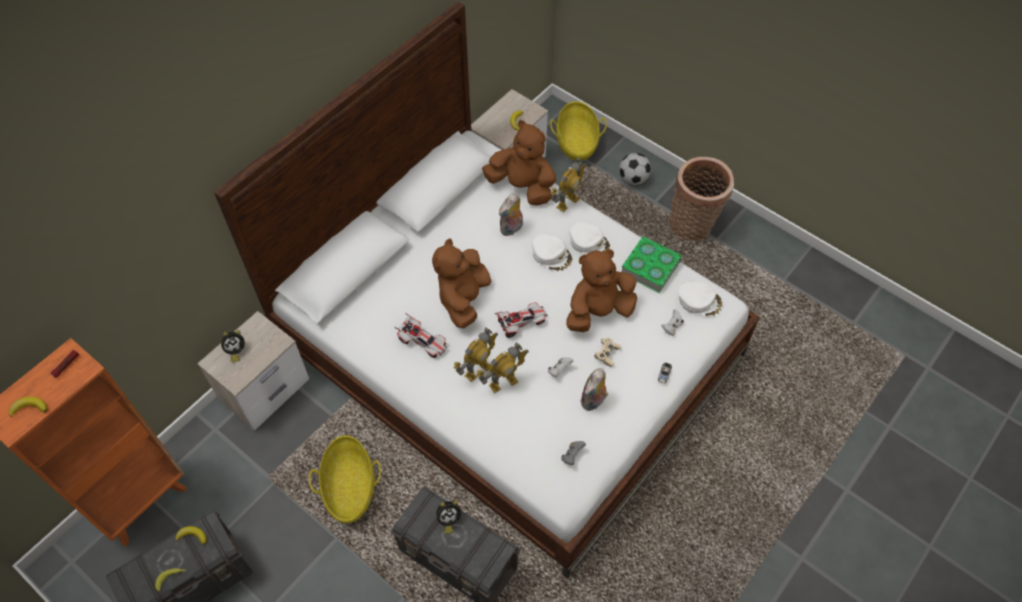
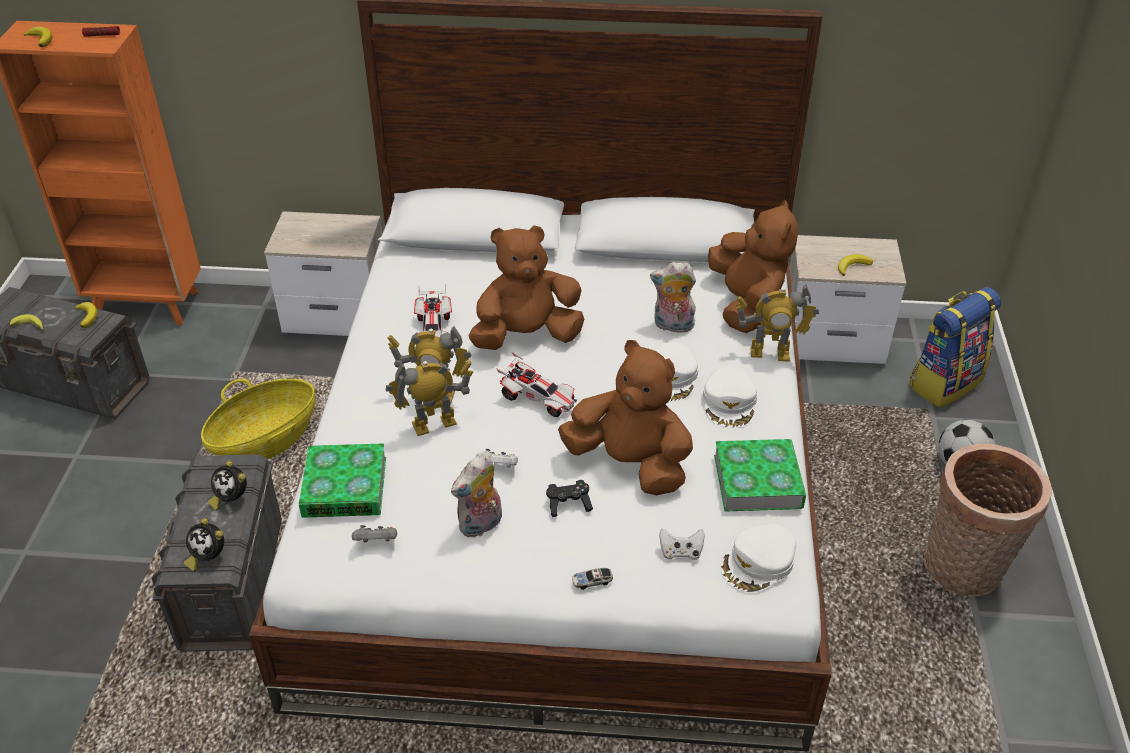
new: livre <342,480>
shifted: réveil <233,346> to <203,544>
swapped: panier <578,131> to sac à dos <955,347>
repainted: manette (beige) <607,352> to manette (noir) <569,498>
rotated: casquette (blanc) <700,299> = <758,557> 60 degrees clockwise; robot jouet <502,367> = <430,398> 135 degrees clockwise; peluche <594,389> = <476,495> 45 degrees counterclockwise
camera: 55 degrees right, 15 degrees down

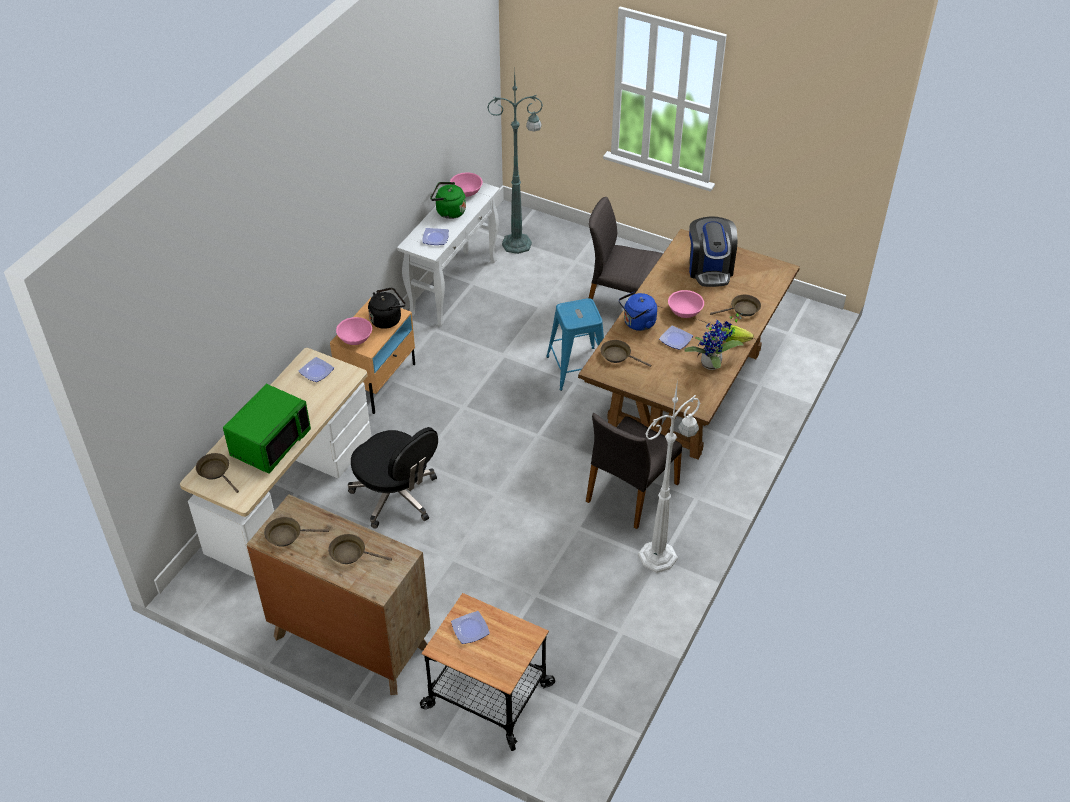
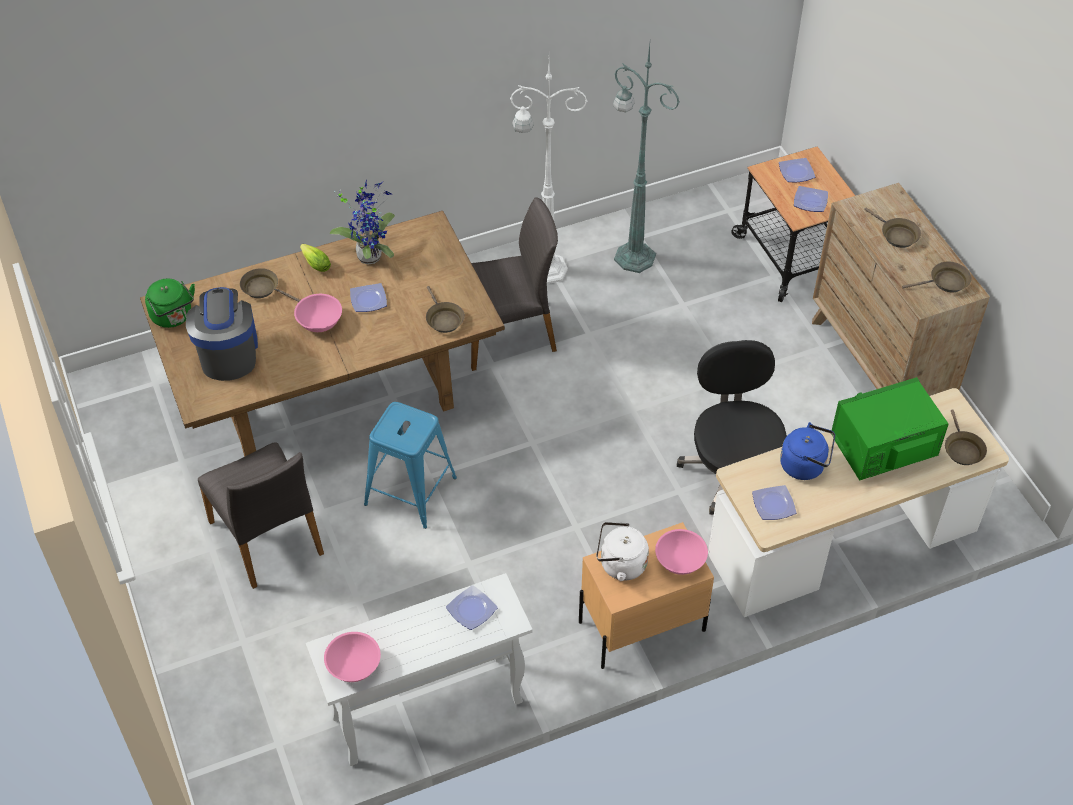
new: assiette <797,170>
shifted: lampadaire (vert) <515,162> to <646,158>; bouilloire (vert) <448,200> to <170,303>; bouilloire (bleu) <638,311> to <807,451>
repainted: bouilloire (noir) <387,308> to bouilloire (blanc) <622,551>
rotated: machine à café <713,251> = <222,334> 45 degrees counterclockwise; poêle (marron) <296,532> = <937,276> 45 degrees counterclockwise
camera: 140 degrees left, 5 degrees up

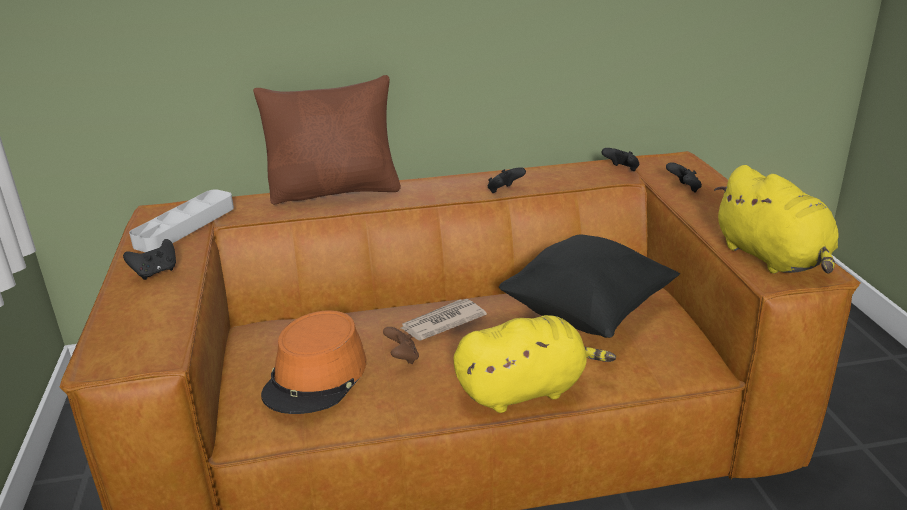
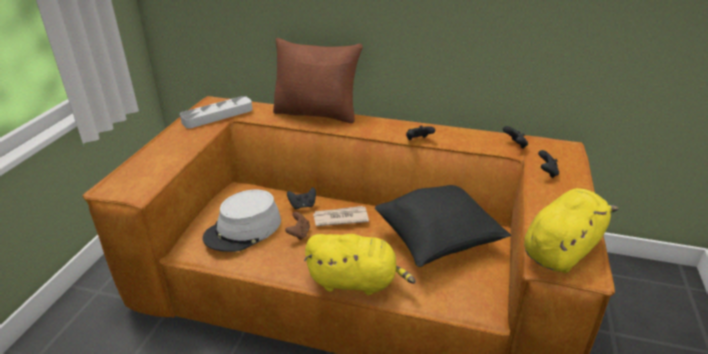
shifted: manette (noir) <149,259> to <301,198>
repainted: chapeau (orange) <313,362> to chapeau (gris) <242,221>
rotated: peluche (jaune) <776,219> = <571,230> 135 degrees counterclockwise
camera: 25 degrees right, 5 degrees up

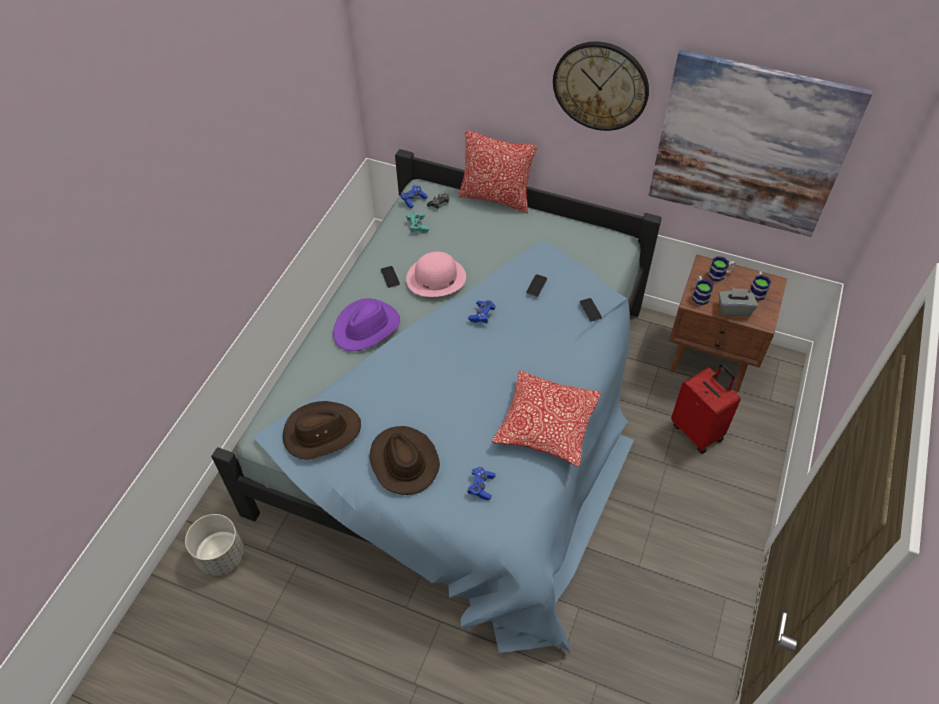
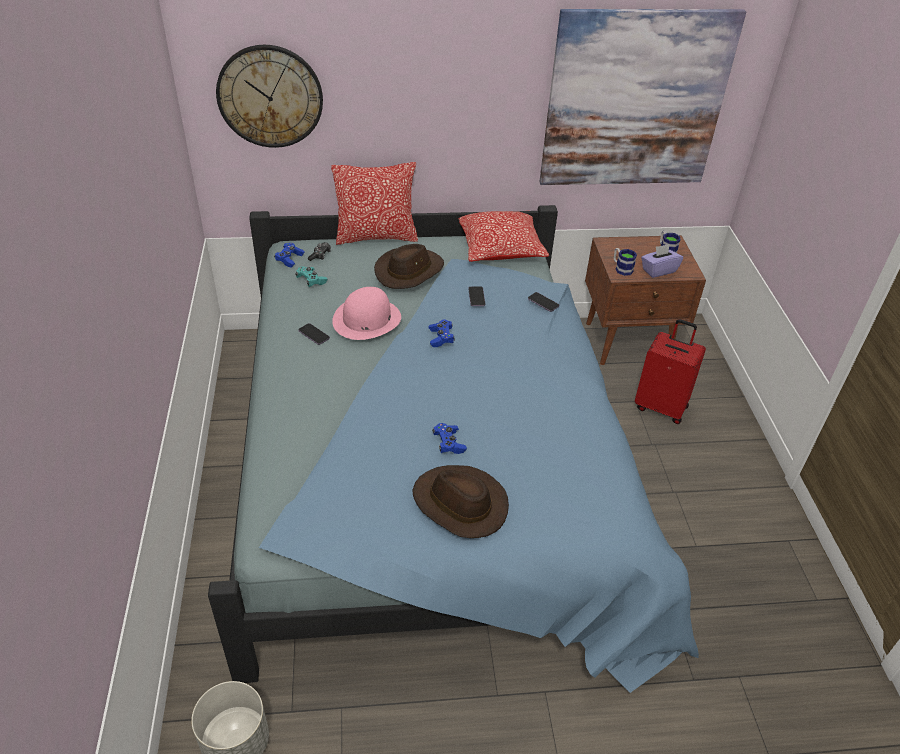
gone: mug <721,269>; chapeau (violet) <366,324>
shifted: horloge murale <601,86> to <269,96>; coussin <546,418> to <503,236>; chapeau (marron) <322,430> to <409,266>; manette (bleu) <481,483> to <449,438>
repainted: boîte à mouchoirs (gris) <738,302> to boîte à mouchoirs (violet) <662,261>
camera: 30 degrees left, 10 degrees down

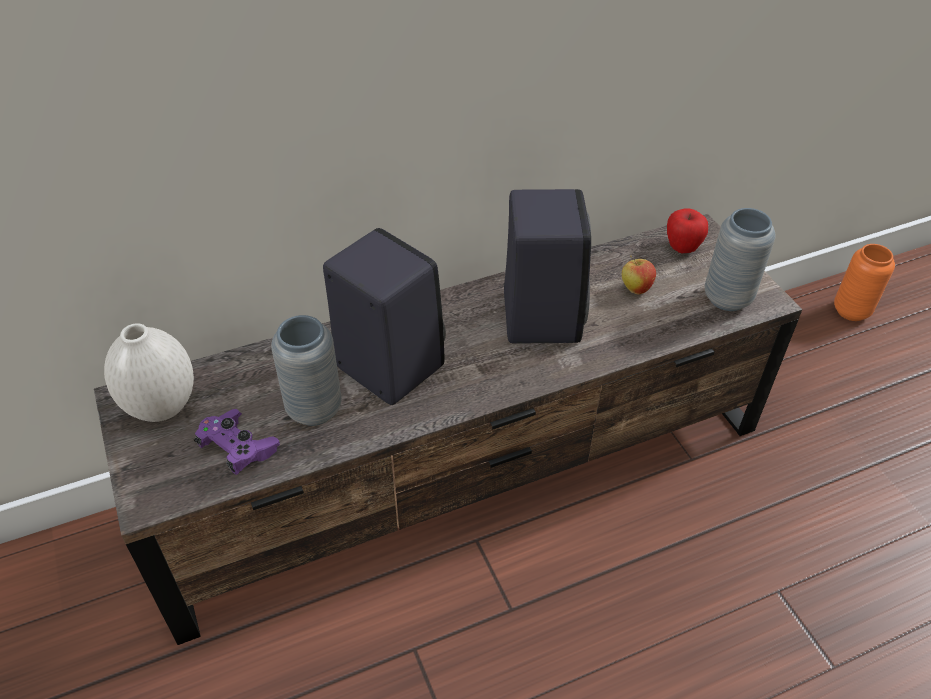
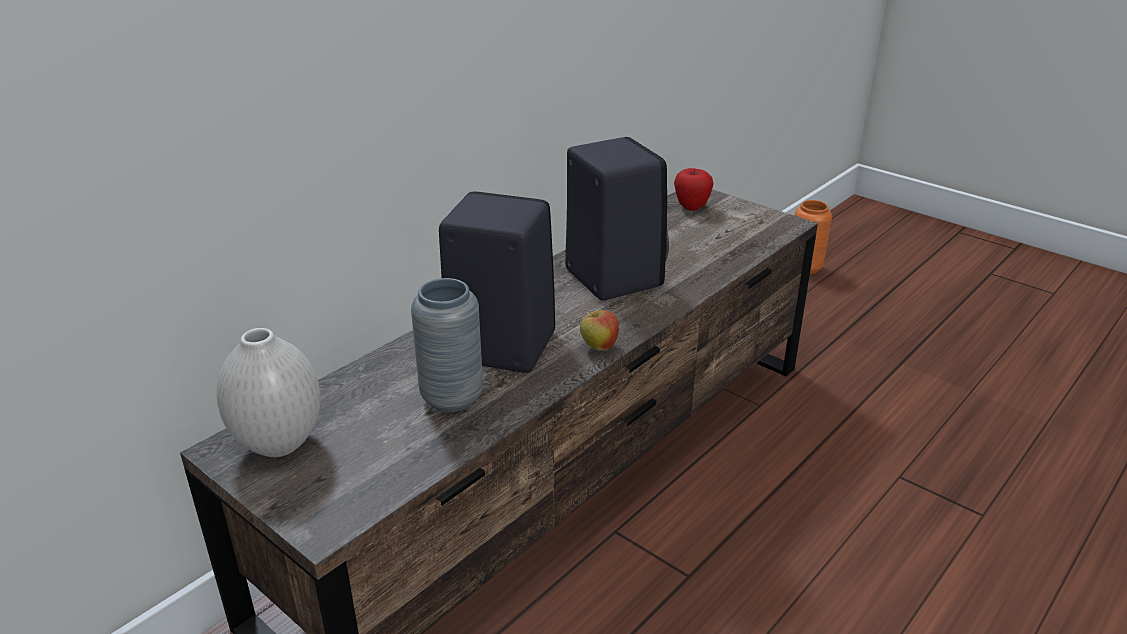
gone: vase (gris) <740,259>; manette (violet) <237,442>
shifted: pomme <639,275> to <599,330>
camera: 25 degrees left, 15 degrees down

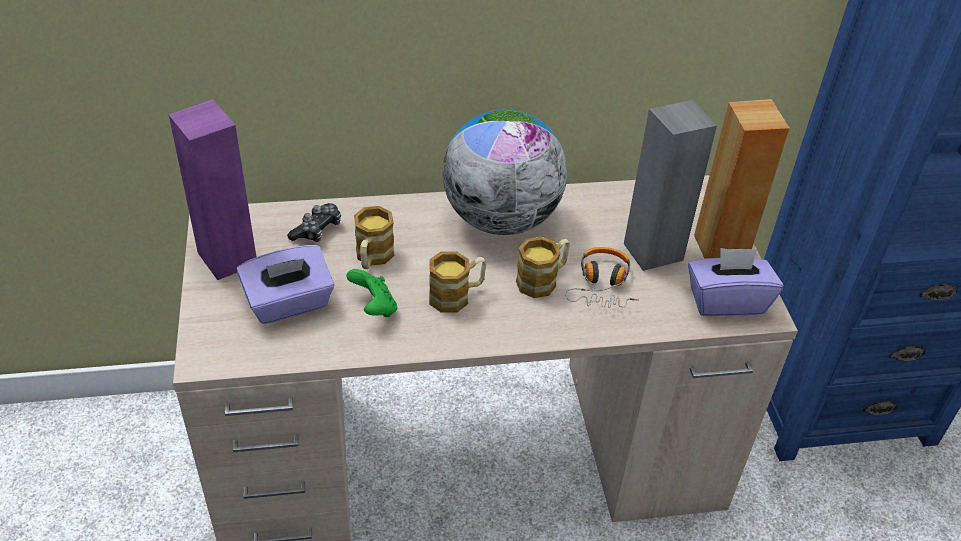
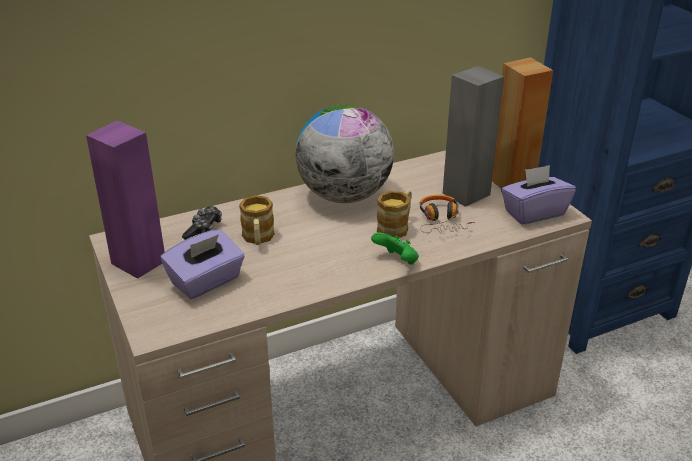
gone: mug <458,282>
shifted: manette (vert) <371,293> to <395,248>
camera: 15 degrees left, 10 degrees down

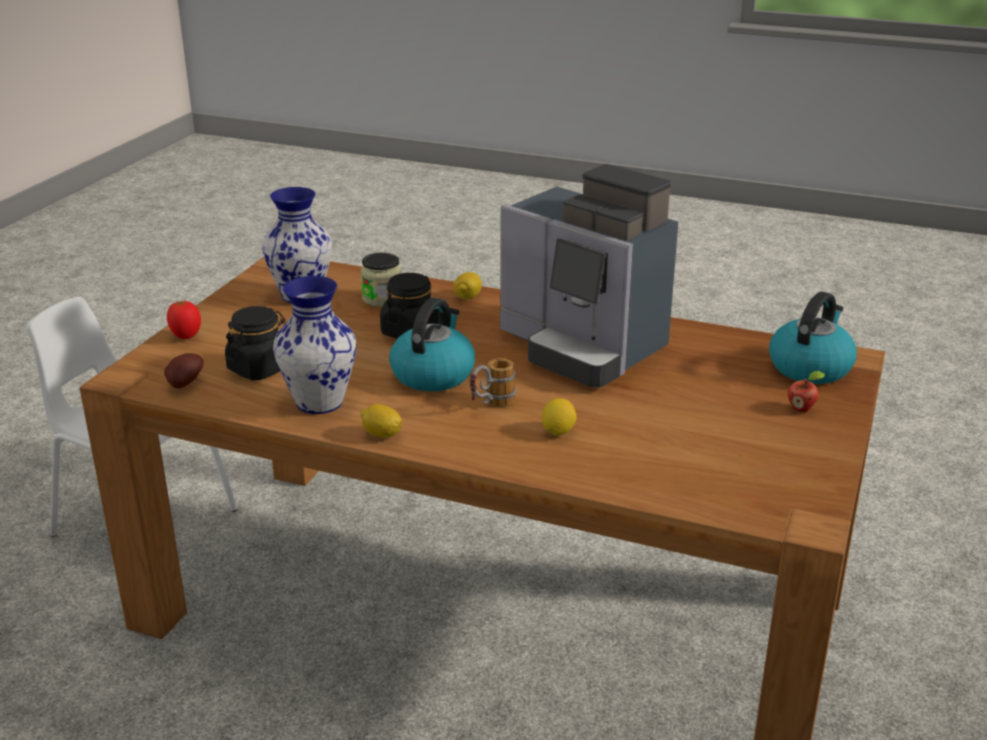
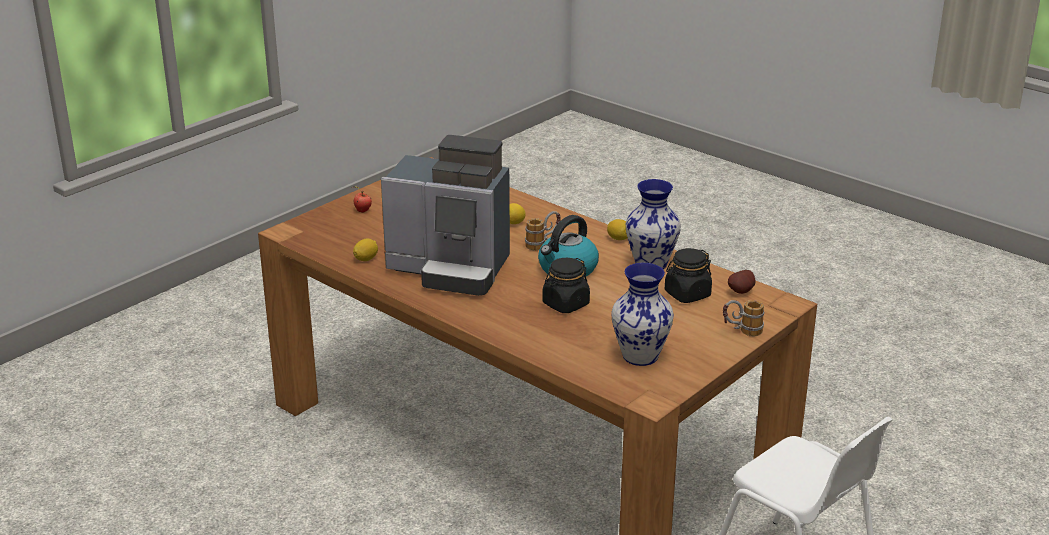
gone: bocal <381,280>; bouilloire <813,338>
shifted: citron <467,286> to <365,249>
swapped: tomate <184,320> to mug <743,318>
rotated: machine à café <589,276> = <445,215> 135 degrees clockwise
camera: 160 degrees left, 0 degrees up

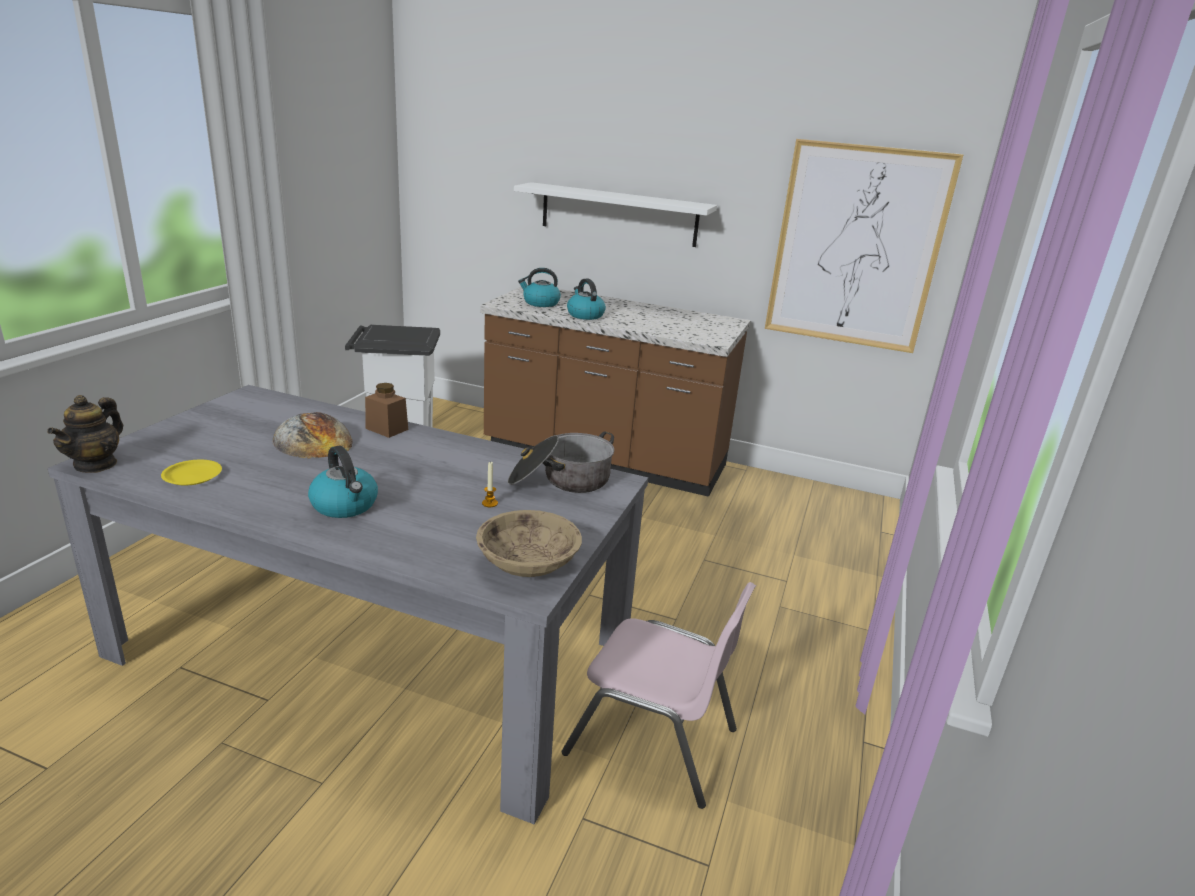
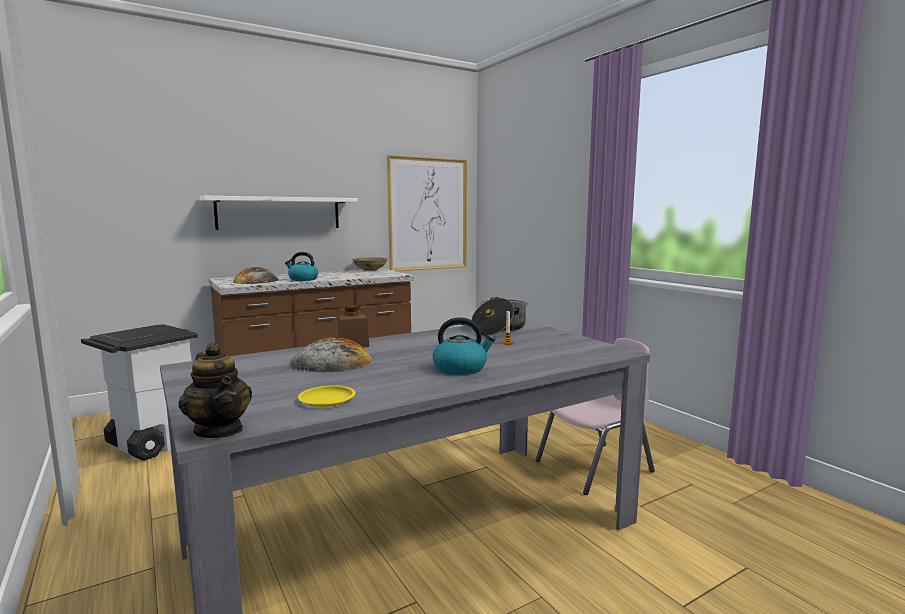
shifted: bol (beige) <529,543> to <370,264>
swapped: bouilloire <539,287> to pain <256,275>
camera: 50 degrees left, 15 degrees down

